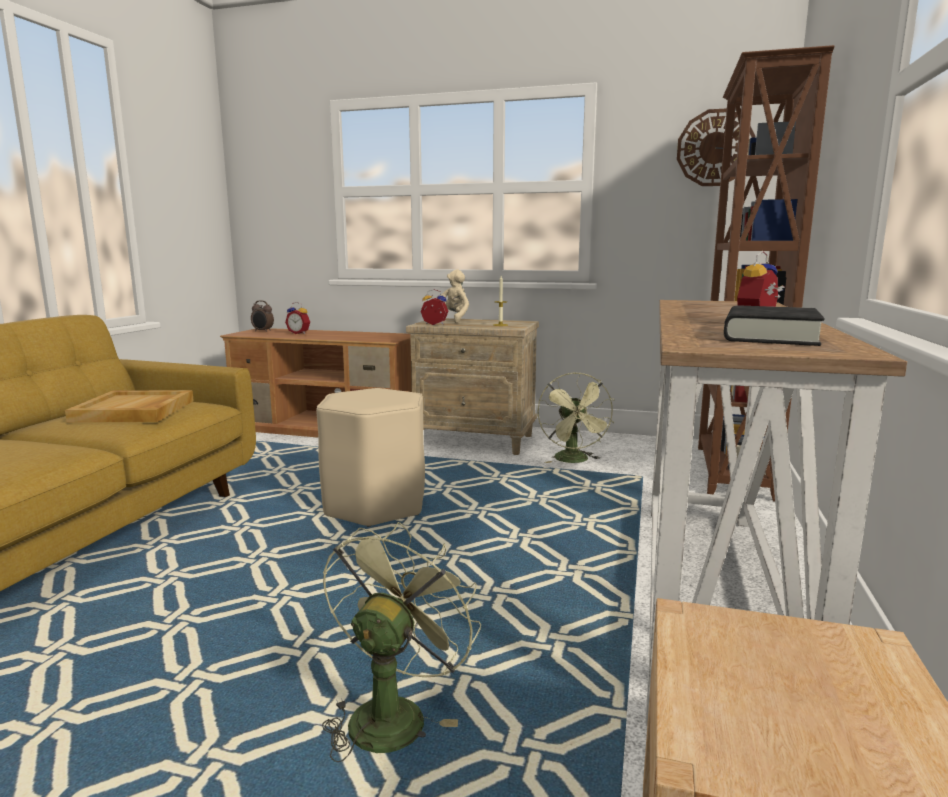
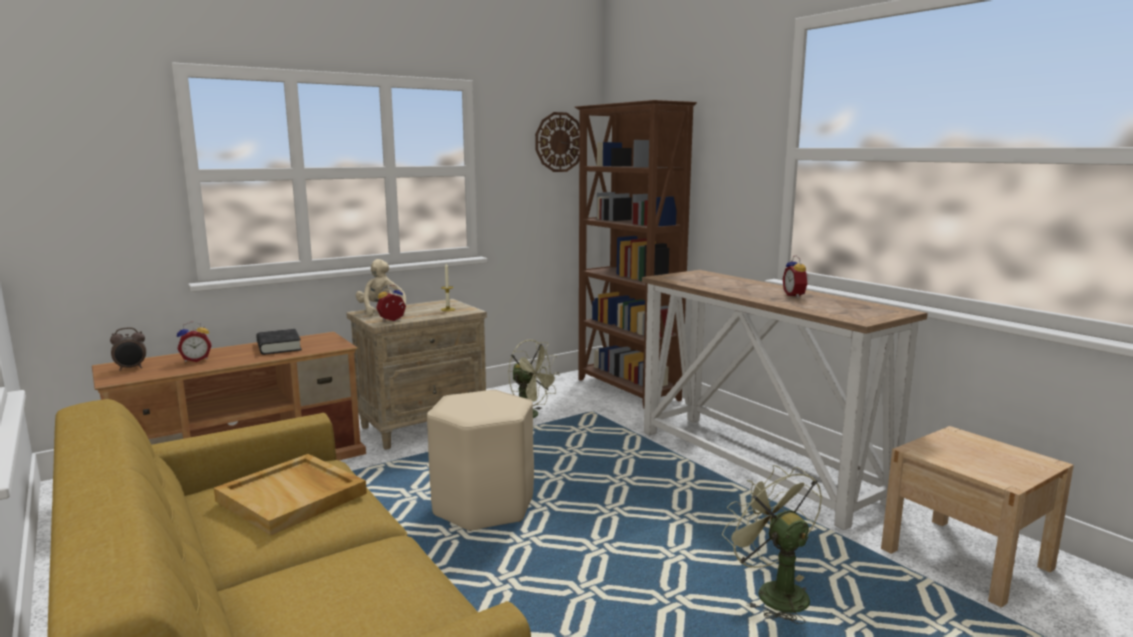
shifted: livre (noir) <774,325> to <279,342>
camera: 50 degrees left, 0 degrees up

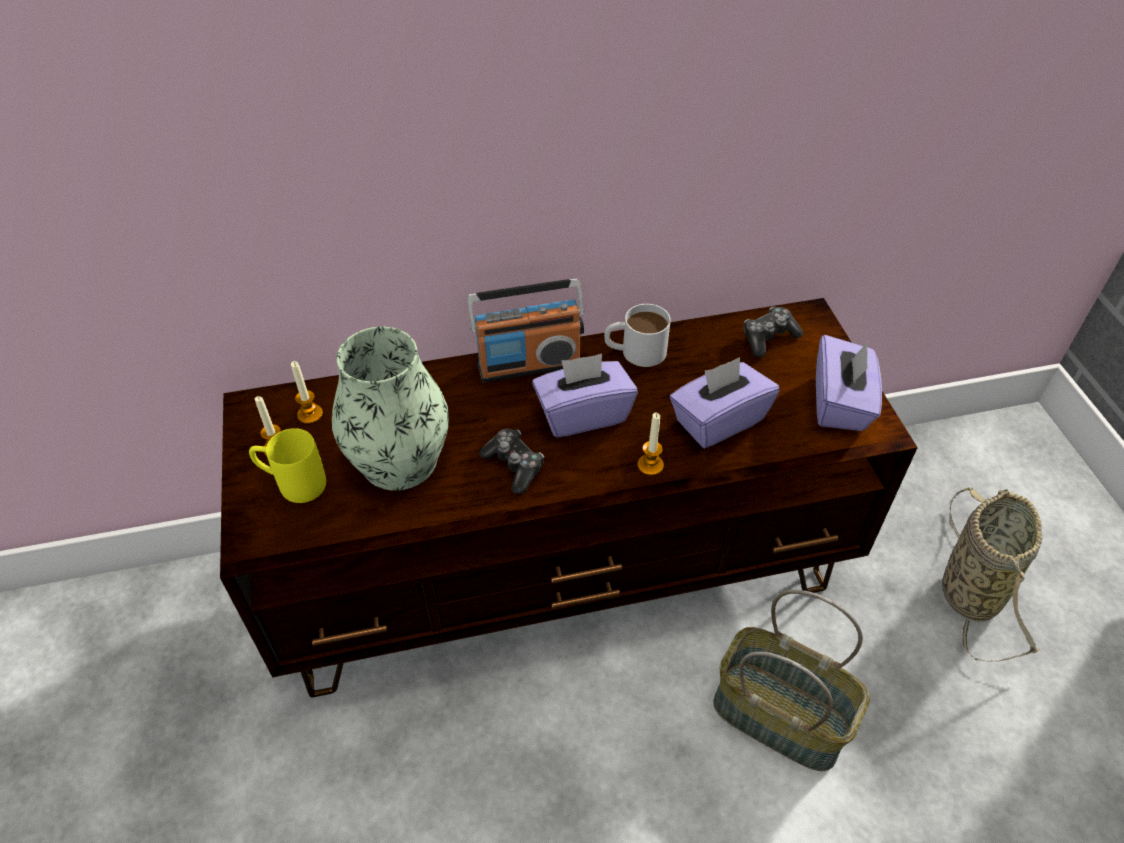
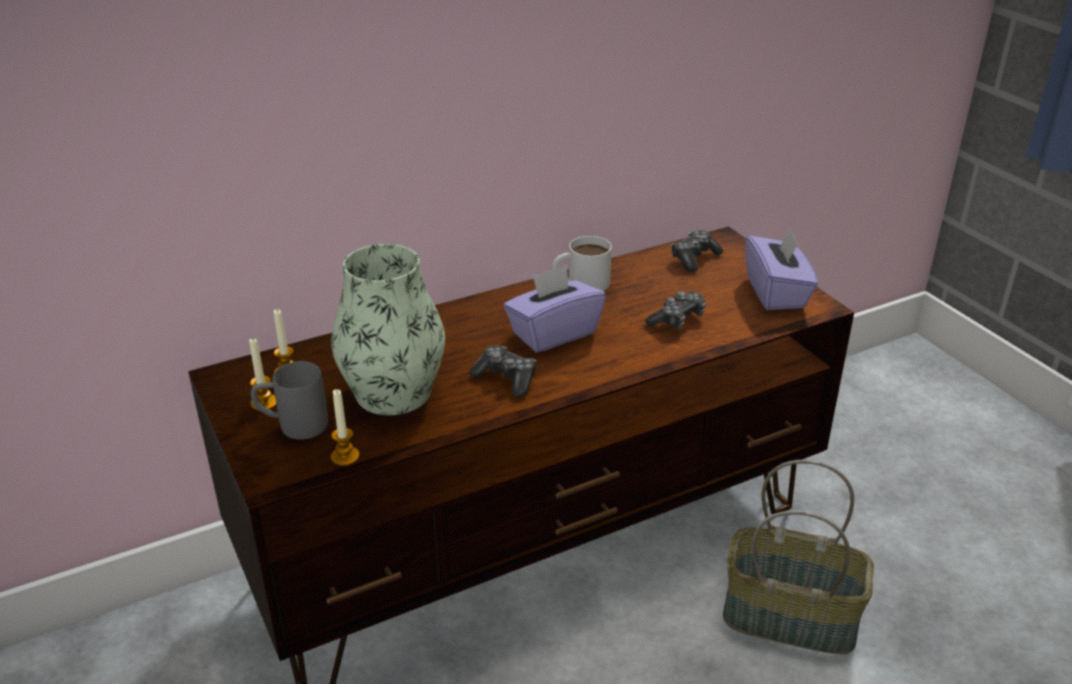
gone: radio <525,330>; panier <992,574>
shifted: bougie <650,444> to <345,427>
swapped: boîte à mouchoirs (violet) <725,402> to manette <675,310>
repainted: mug (jaune) <287,465> to mug (gris) <289,400>
camera: 15 degrees left, 15 degrees down

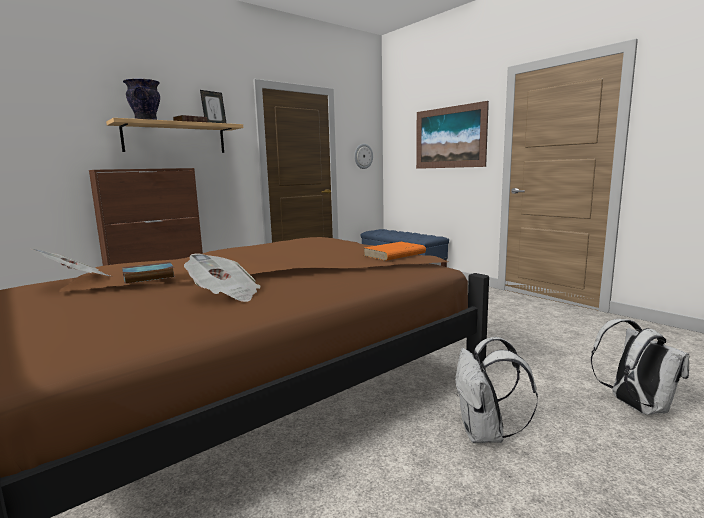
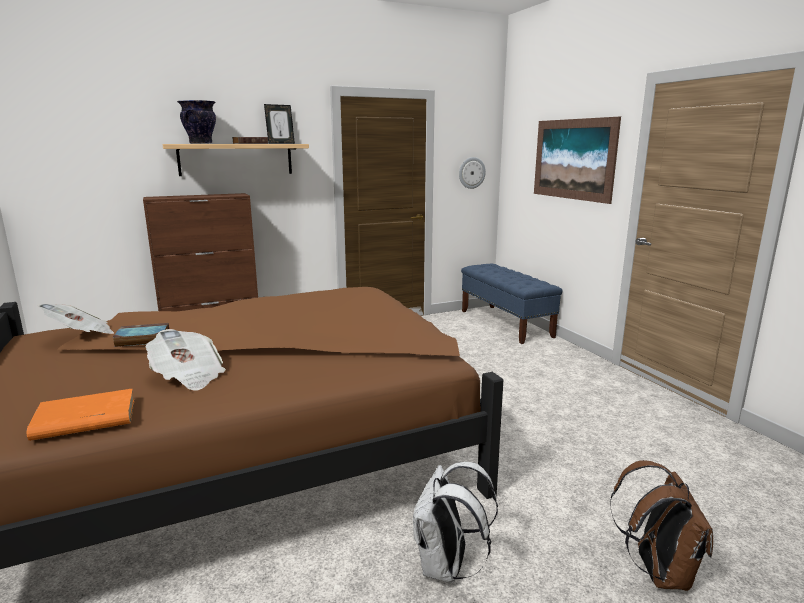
shifted: livre (orange) <395,251> to <81,414>
repainted: sac à dos (blanc) <640,367> to sac à dos (marron) <661,525>
camera: 15 degrees right, 5 degrees up

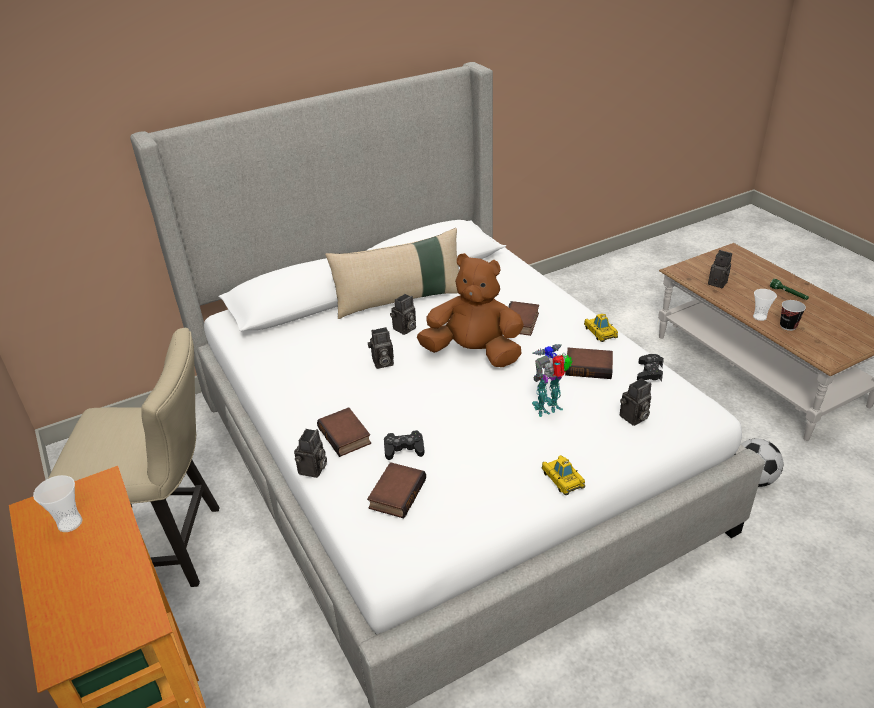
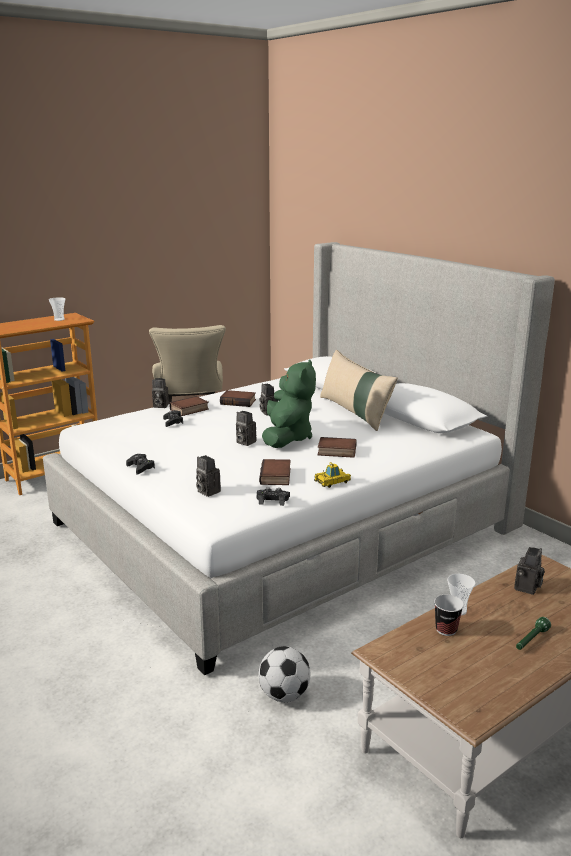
gone: robot jouet <552,380>
shifted: appareil photo <403,314> to <246,428>; livre <396,490> to <238,398>
swapped: petite voiture <563,475> to manette (noir) <140,464>
repainted: peluche (marron) <470,310> to peluche (vert) <289,403>
camera: 80 degrees right, 15 degrees down

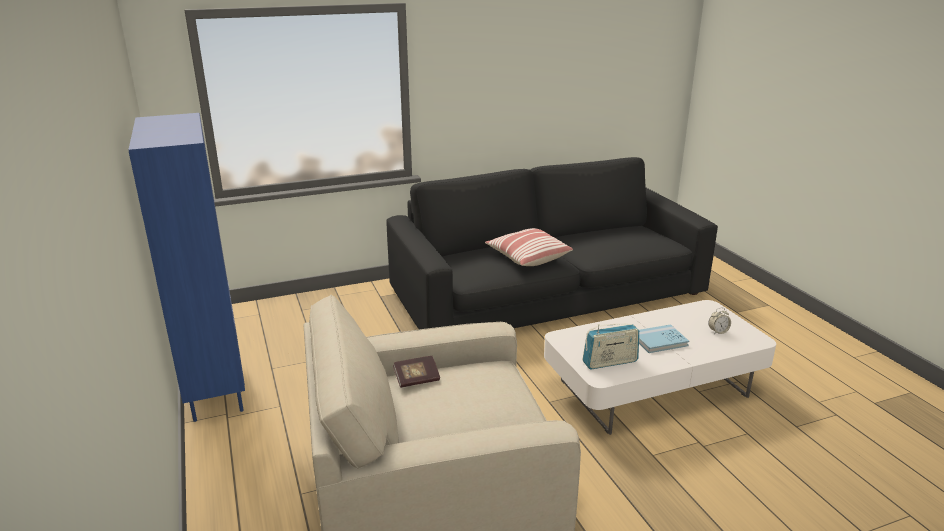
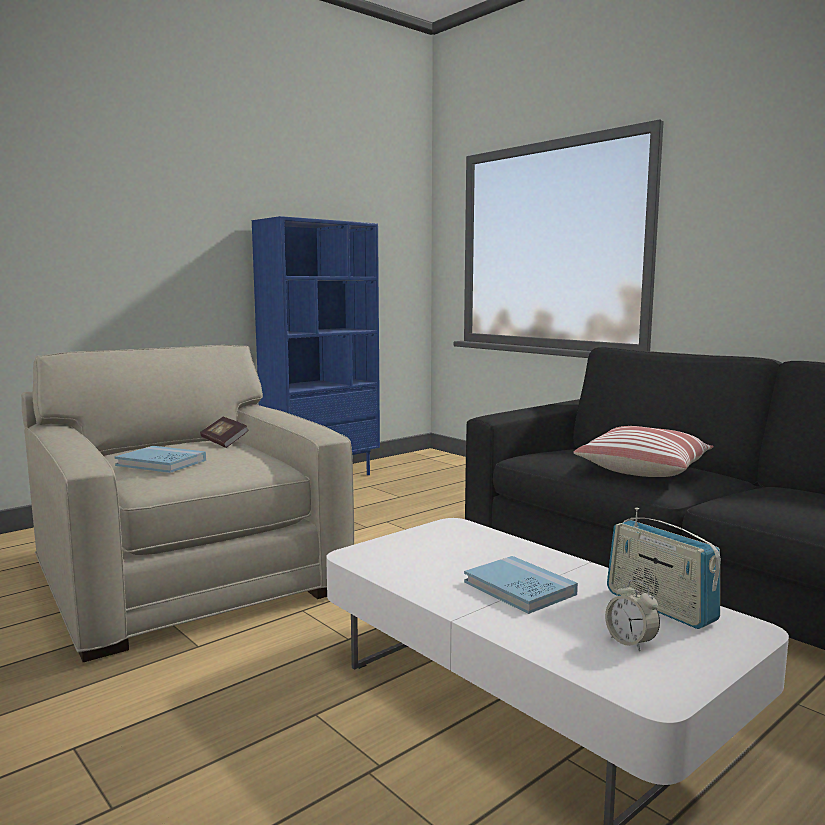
new: livre (bleu) <160,459>
shifted: radio <611,346> to <664,568>
camera: 70 degrees right, 15 degrees down

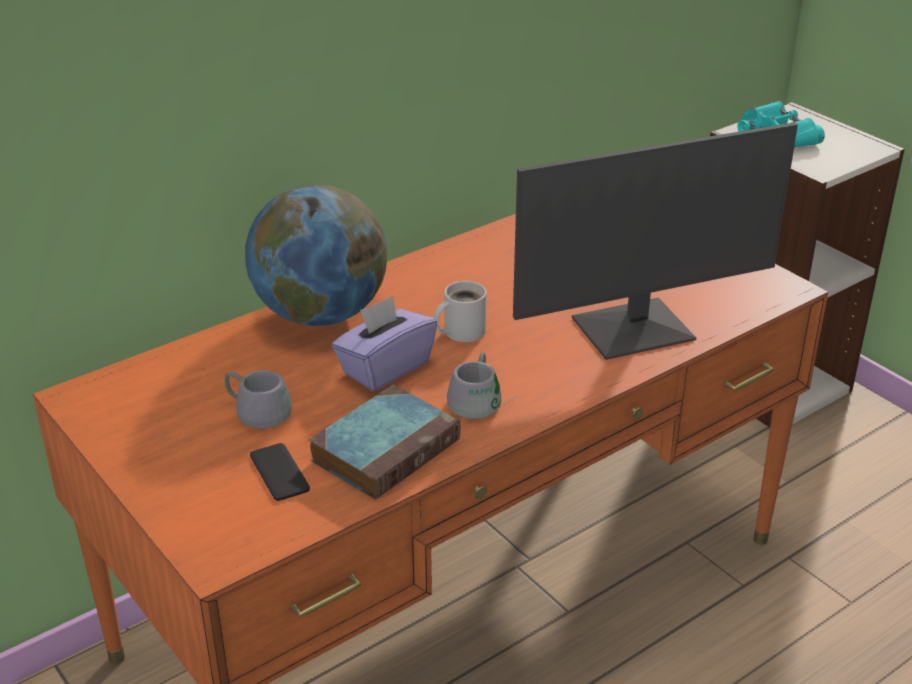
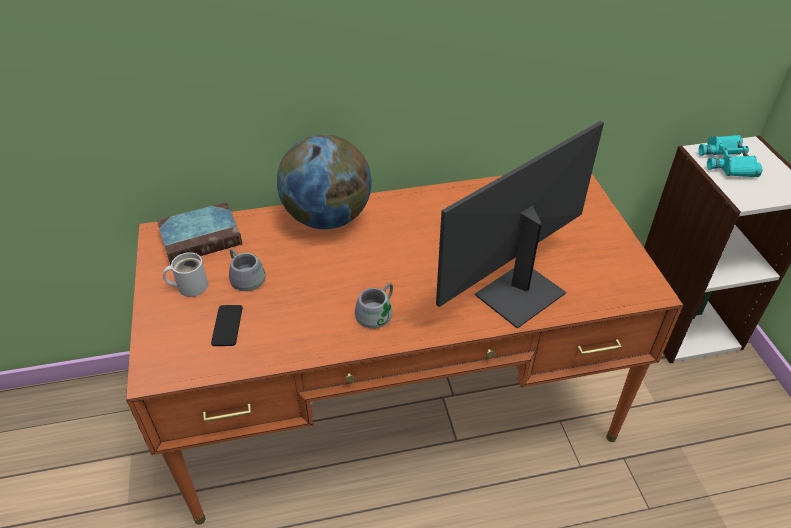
gone: boîte à mouchoirs (violet) <384,343>
shifted: mug (blanc) <460,311> to <185,274>; livre <384,442> to <199,233>
rotated: écran d'ordinateur <655,241> = <520,225> 135 degrees clockwise
camera: 25 degrees right, 10 degrees up

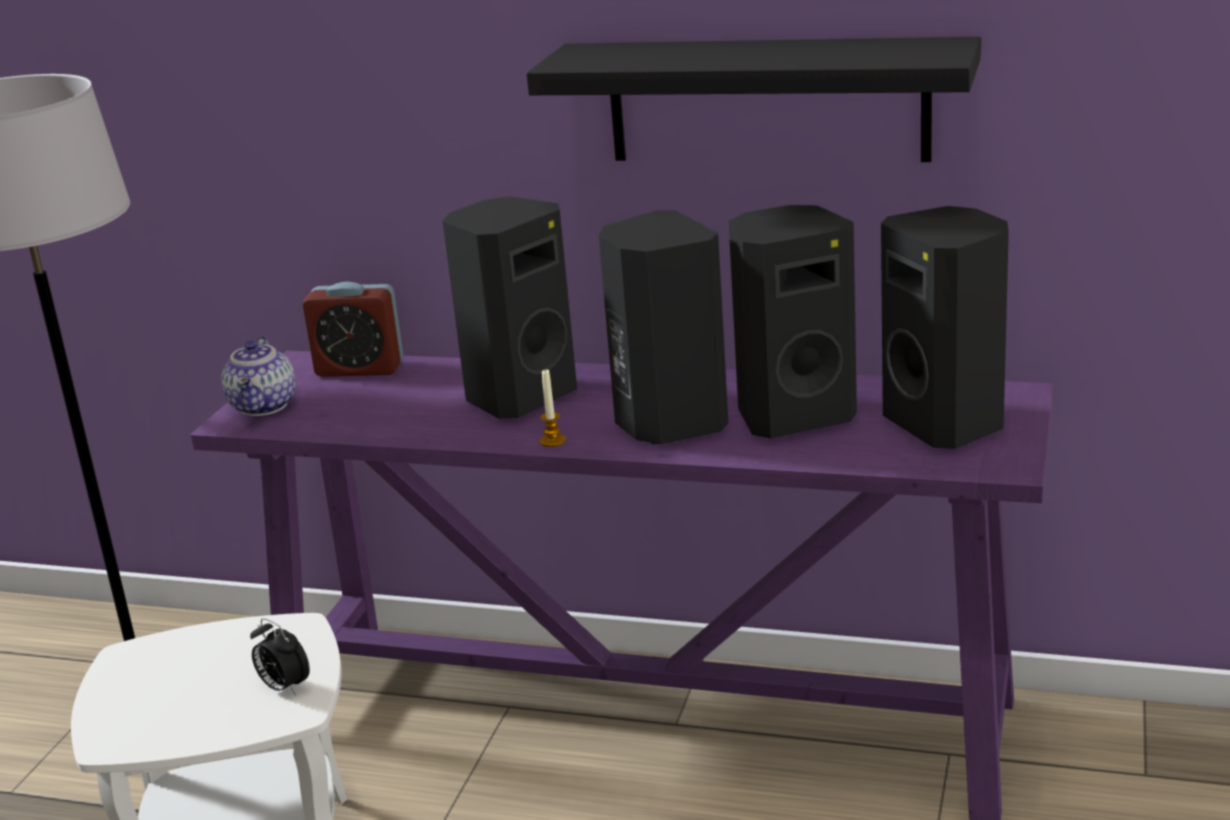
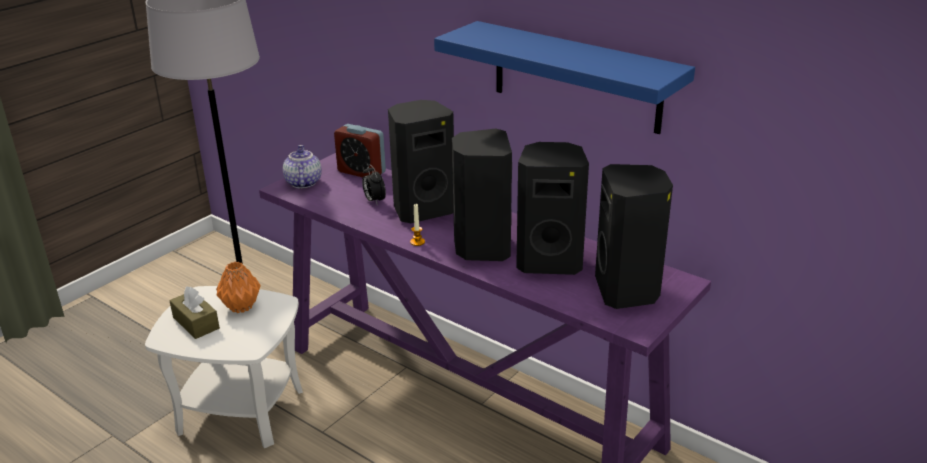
new: vase (orange) <238,287>; boîte à mouchoirs (marron) <194,312>
shifted: réveil <280,656> to <374,184>
repainted: étagère (noir) <753,99> to étagère (bleu) <564,77>
rotated: théière <259,376> = <302,166> 150 degrees clockwise
camera: 20 degrees right, 5 degrees up

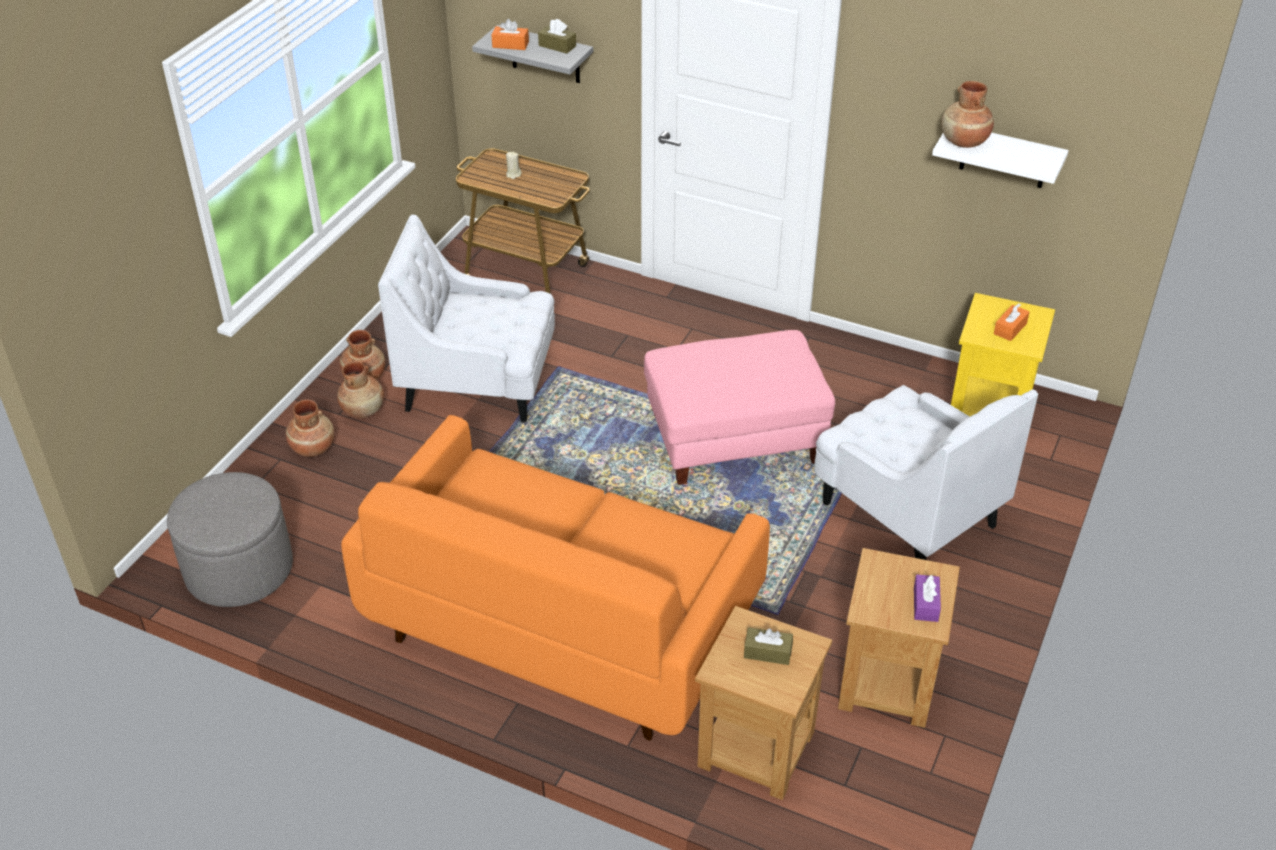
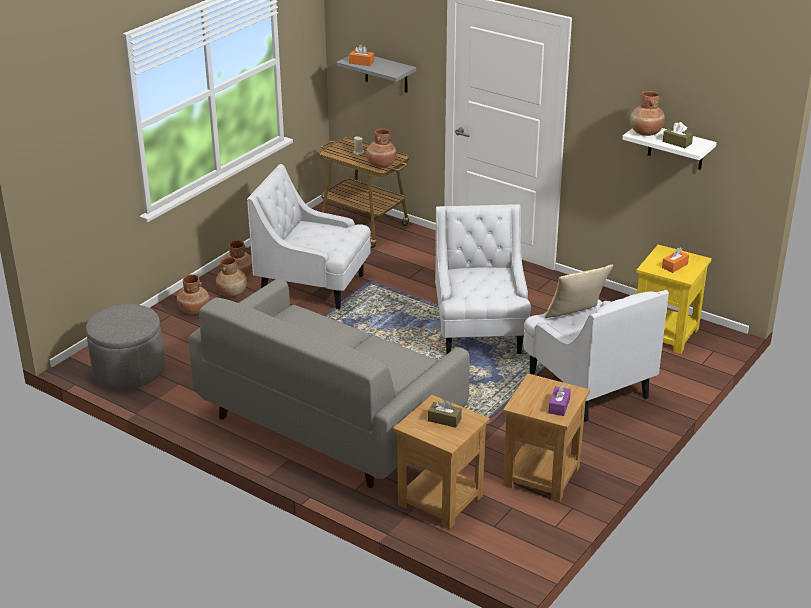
new: vase (marron) <381,148>; coussin <579,291>
shifted: boîte à mouchoirs (marron) <557,36> to <678,135>
swapped: pouf (rose) <739,407> to fauteuil (blanc) <483,279>
repainted: canapé (orange) <555,578> to canapé (gris) <329,383>
camera: 10 degrees right, 10 degrees down

